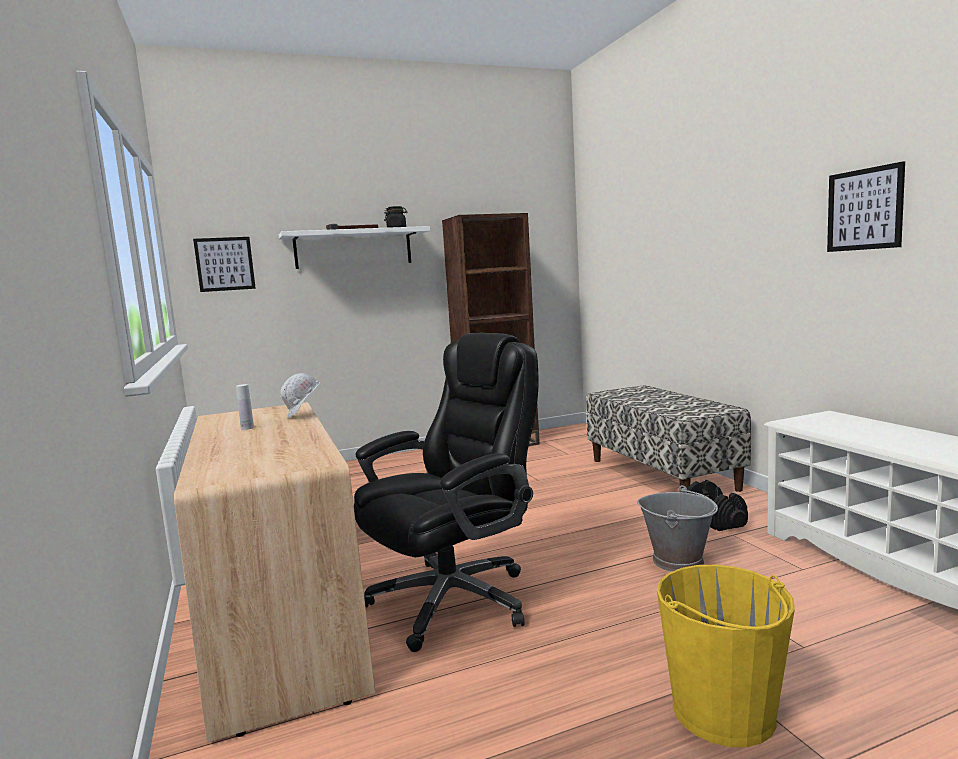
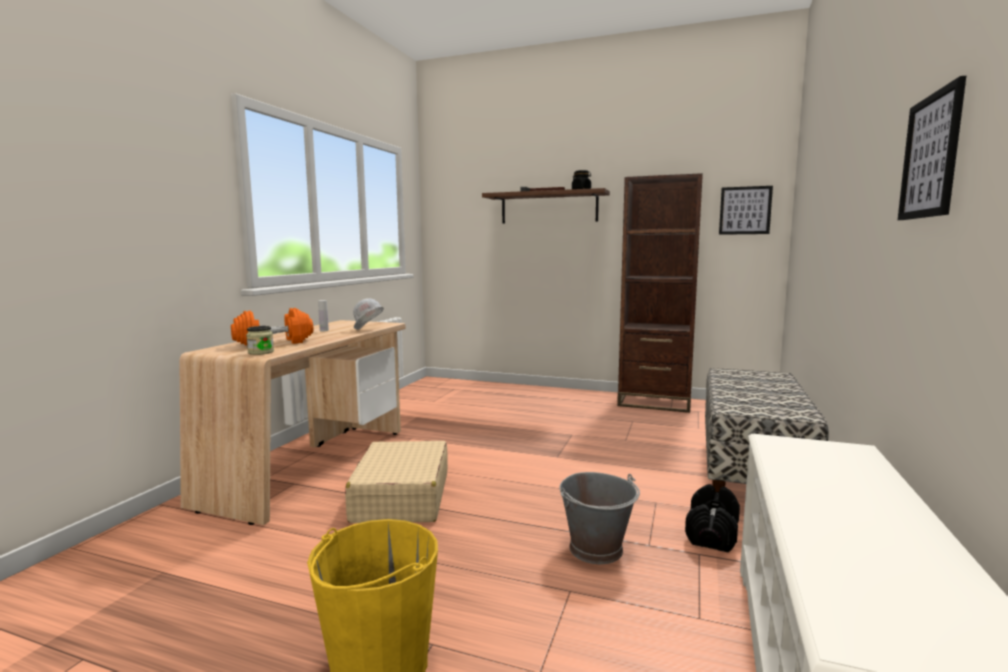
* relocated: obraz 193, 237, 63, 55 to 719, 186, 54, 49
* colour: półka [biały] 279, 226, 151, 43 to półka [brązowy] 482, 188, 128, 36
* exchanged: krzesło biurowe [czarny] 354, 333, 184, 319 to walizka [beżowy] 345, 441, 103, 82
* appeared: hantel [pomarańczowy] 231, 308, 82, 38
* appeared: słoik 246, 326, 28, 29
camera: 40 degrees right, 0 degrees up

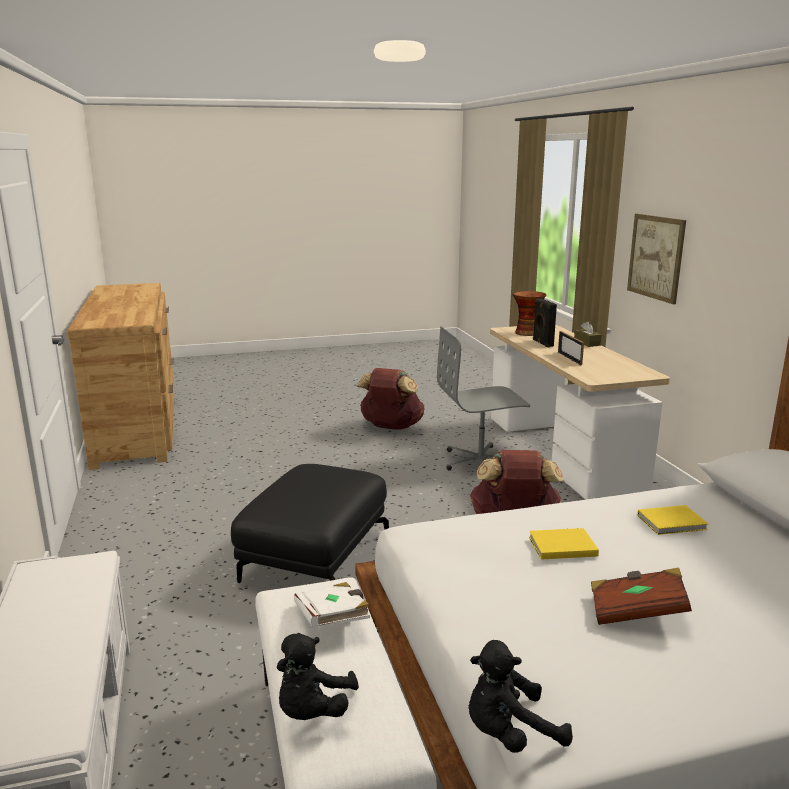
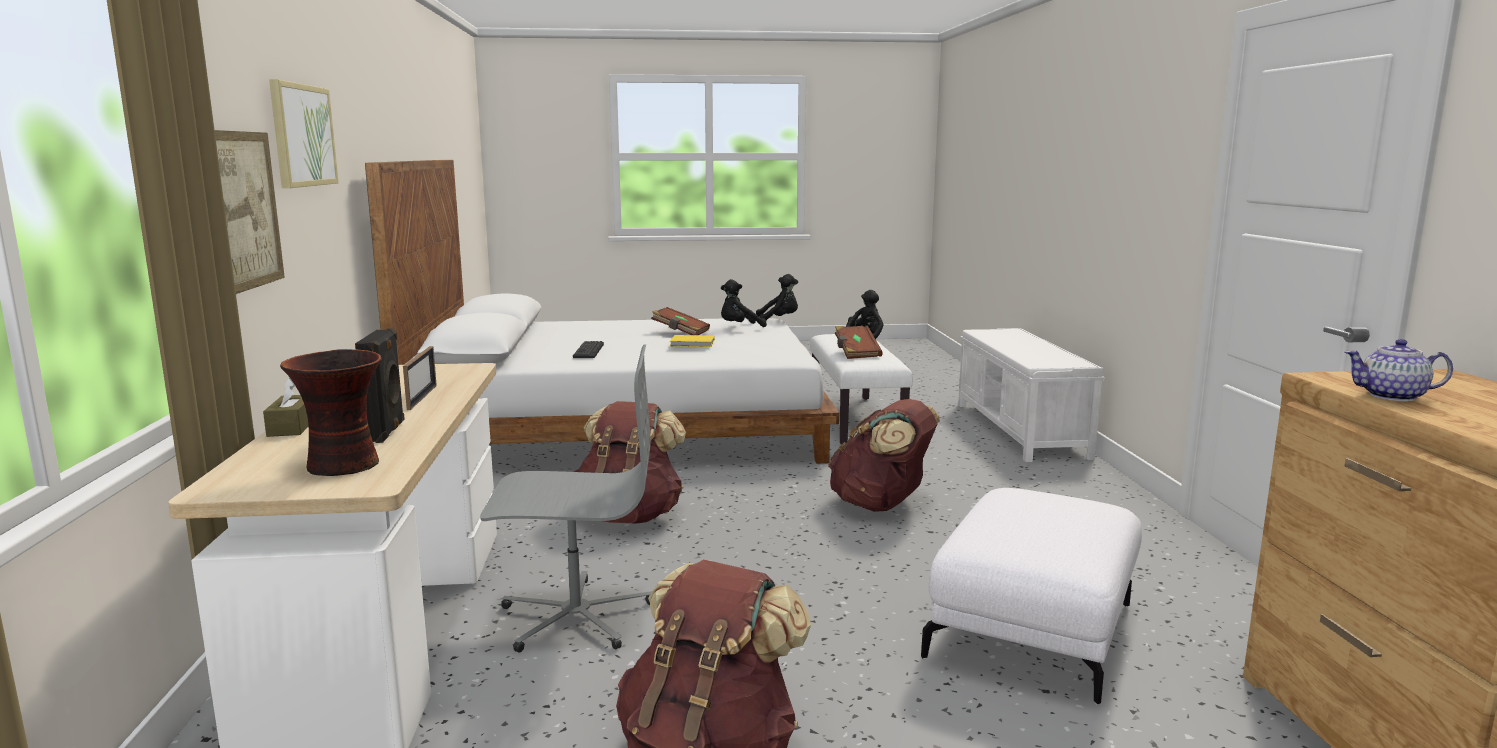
* exchanged: pufa [czarny] 231, 464, 158, 119 to plecak [brązowy] 828, 399, 112, 113
* colour: książka [biały] 294, 582, 76, 46 to książka [brązowy] 835, 326, 48, 33
* exchanged: książka [żółty] 637, 505, 71, 30 to klawiatura 573, 341, 31, 17
* appeared: obraz 269, 79, 70, 109
* appeared: pluszak [czarny] 721, 279, 46, 48
* appeared: pufa [biały] 921, 488, 221, 217
* appeared: imbryk 1345, 339, 108, 62
camera: 170 degrees left, 5 degrees down

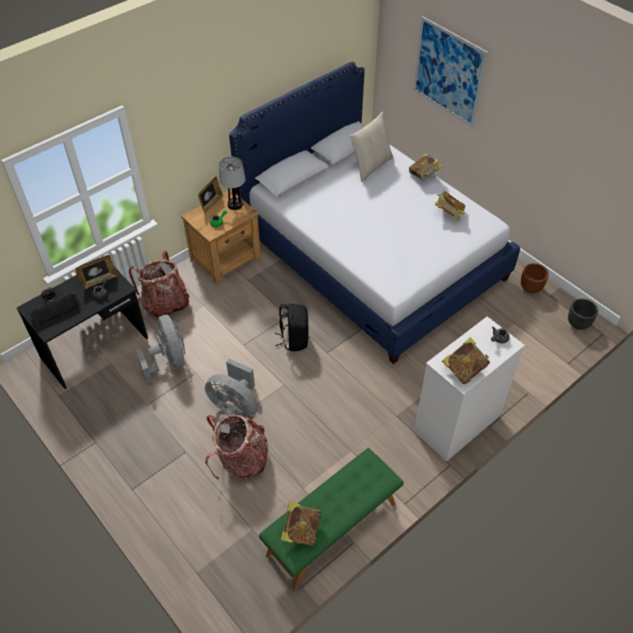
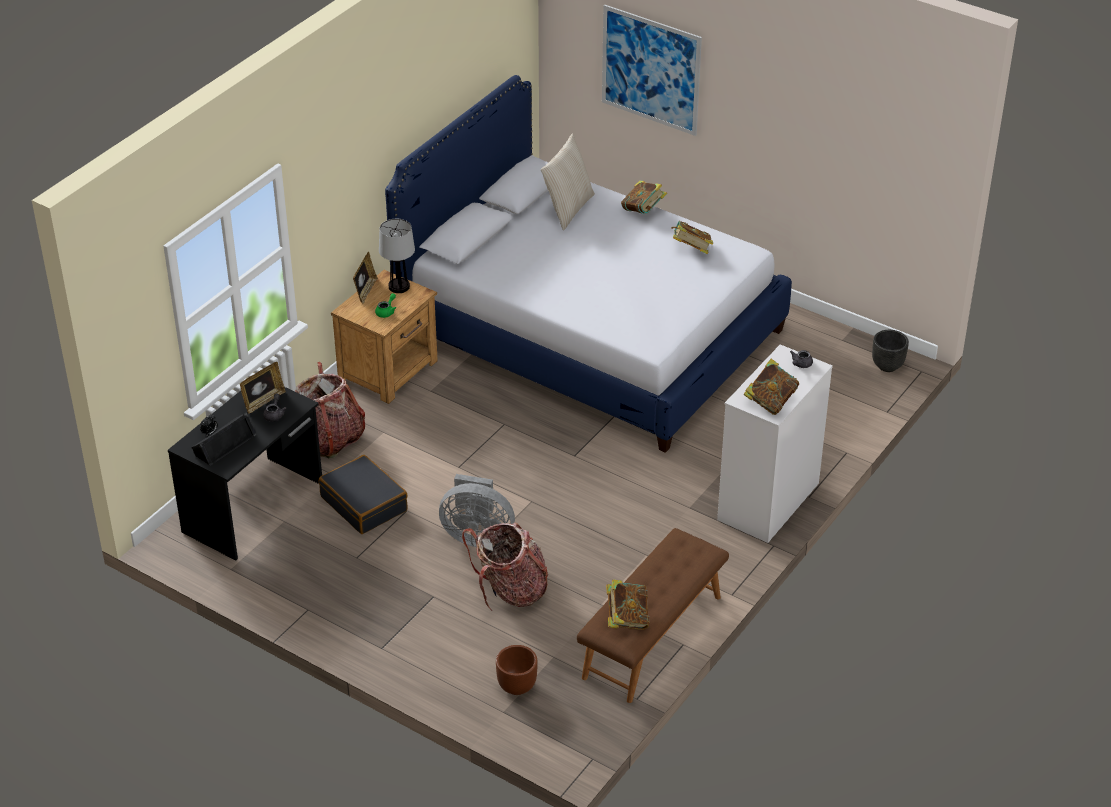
* exchanged: wentylator [szary] 135, 315, 51, 71 to walizka [czarny] 319, 455, 89, 79
* colour: ławka [zielony] 259, 448, 145, 142 to ławka [brązowy] 577, 528, 152, 175
* missing: plecak [czarny] 275, 304, 33, 47
* relocated: donica [brązowy] 521, 263, 28, 30 to 496, 645, 42, 50
camera: 15 degrees left, 10 degrees down

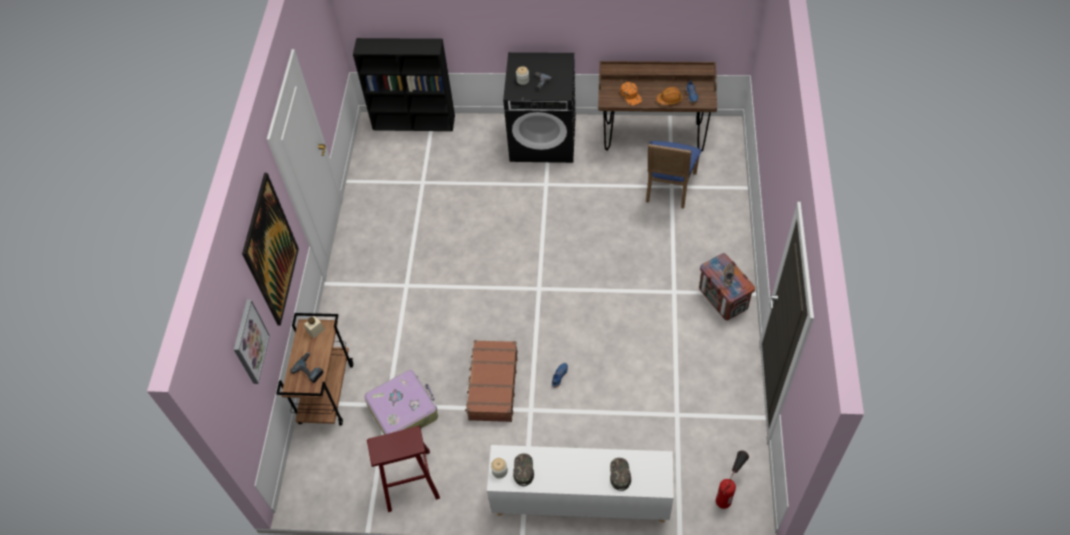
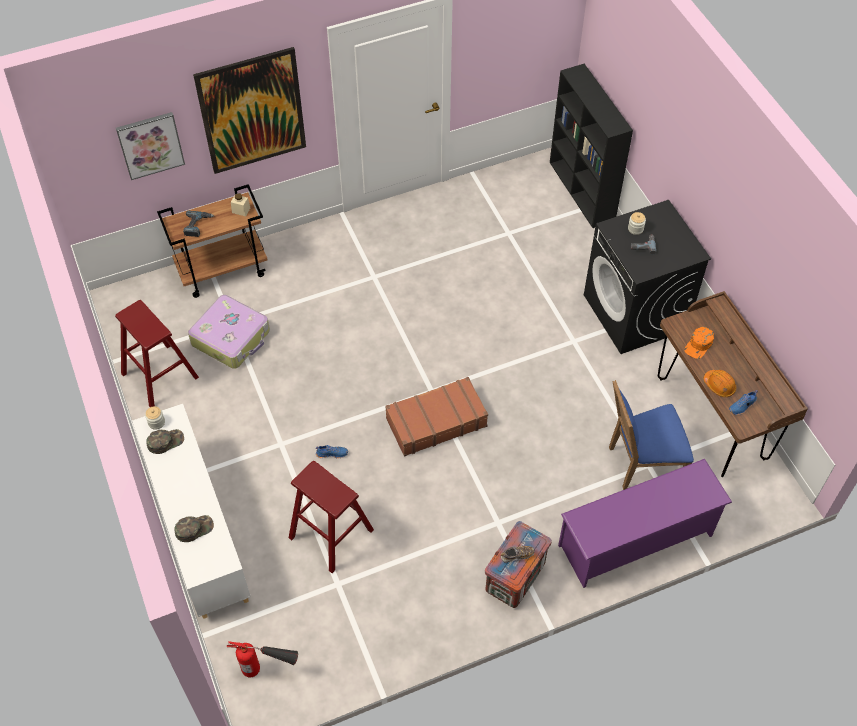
* relocated: walizka [brązowy] 465, 340, 53, 82 to 385, 377, 103, 80
* appeared: stołek [czerwony] 289, 461, 85, 112
* appeared: regał na buty [fioletowy] 558, 459, 174, 129
camera: 60 degrees right, 0 degrees up

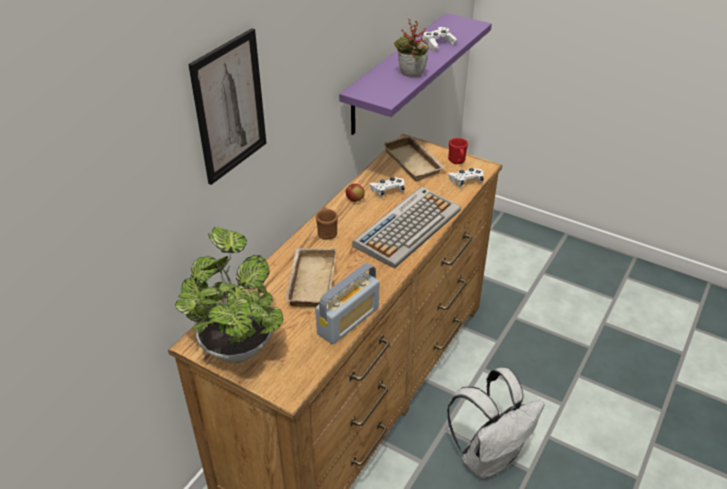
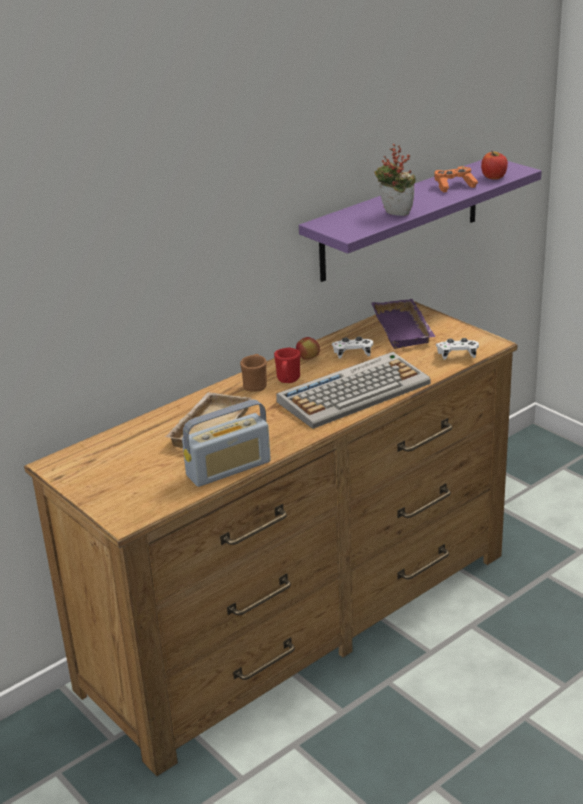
* missing: roślina doniczkowa 175, 227, 109, 136
* missing: obraz 188, 28, 79, 157
* colour: taca [beżowy] 382, 135, 63, 47 to taca [fioletowy] 372, 299, 64, 50
* colour: pad do gier [biały] 422, 27, 35, 24 to pad do gier [pomarańczowy] 434, 166, 44, 26
* missing: plecak [biały] 447, 368, 98, 110
* relocated: kubek [czerwony] 448, 138, 20, 26 to 274, 348, 26, 35
* appeared: jabłko 481, 151, 27, 28
camera: 20 degrees right, 10 degrees down

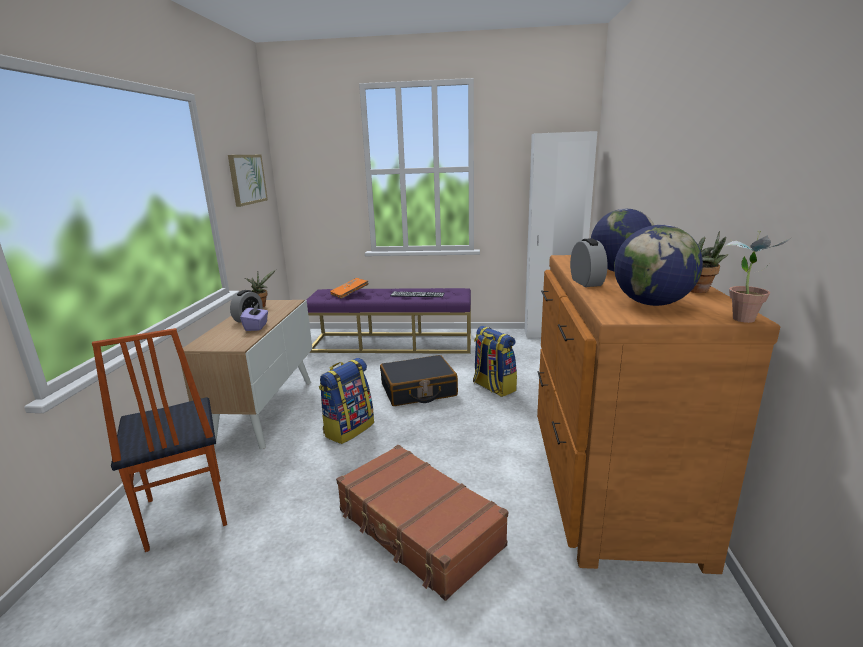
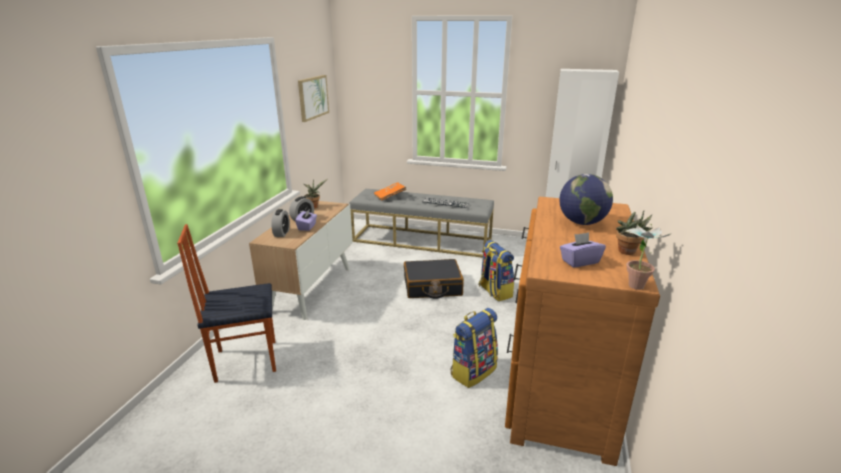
* spun: krzesło 92, 328, 135, 224 = 177, 224, 99, 159 90 degrees clockwise
* colour: ławka [fioletowy] 306, 288, 165, 66 to ławka [szary] 350, 189, 144, 69
* relocated: plecak 319, 358, 55, 86 to 451, 308, 47, 80
* missing: walizka [brązowy] 336, 445, 172, 156
* relocated: budzik 570, 238, 38, 49 to 271, 209, 19, 28
* exchanged: globus 614, 225, 89, 81 to pudełko chusteczek [fioletowy] 560, 232, 46, 36
camera: 10 degrees right, 5 degrees up

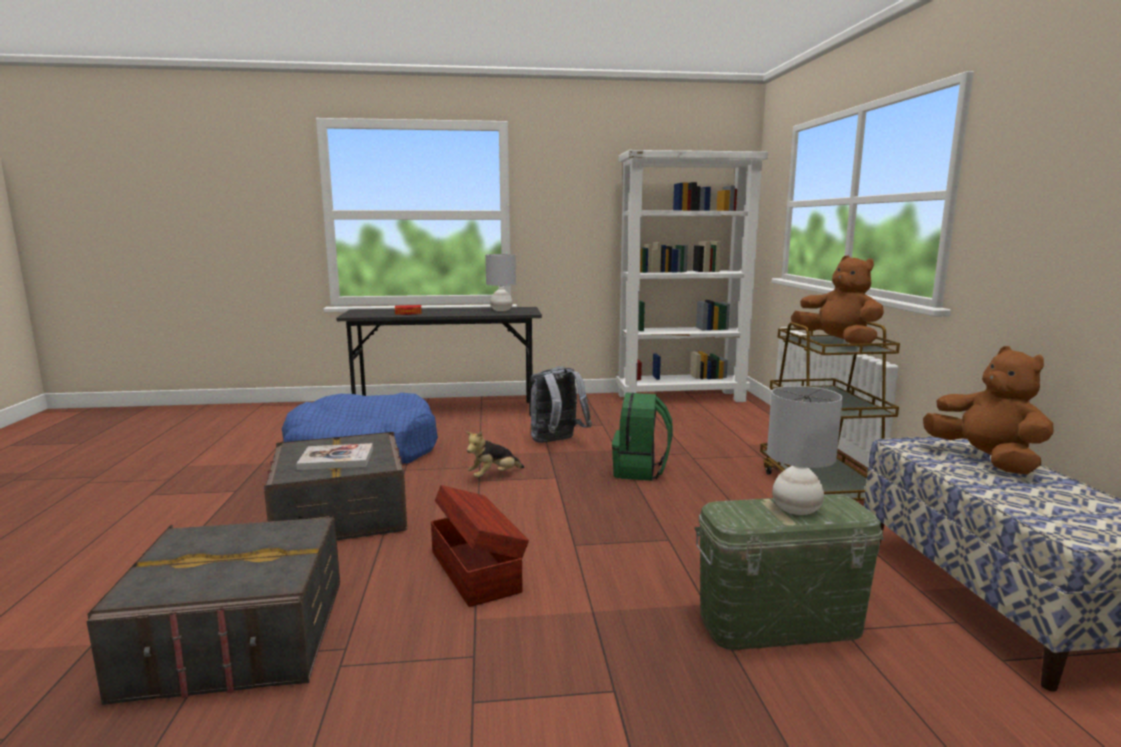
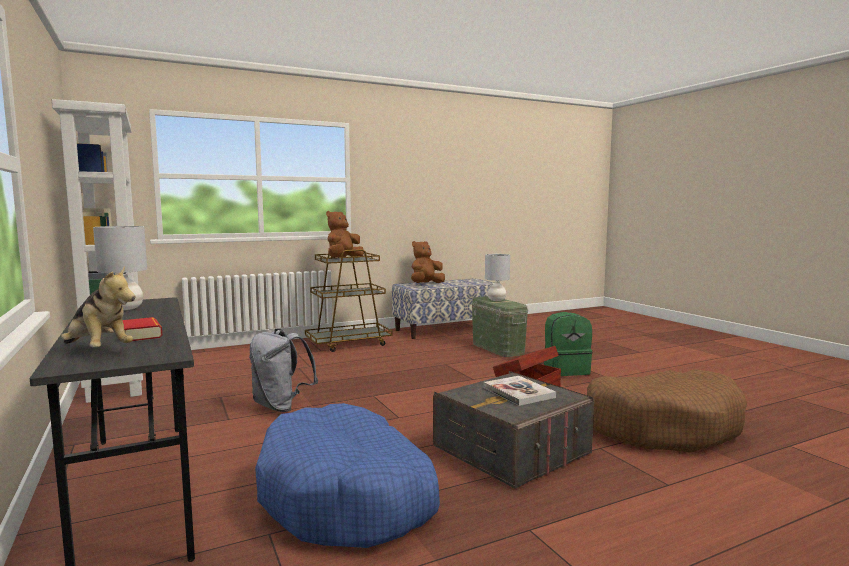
* exchanged: pojemnik do przechowywania [szary] 87, 515, 253, 190 to legowisko [brązowy] 587, 369, 160, 83
* relocated: pluszak 466, 431, 58, 47 to 61, 266, 74, 82
* relocated: plecak [zielony] 612, 393, 61, 88 to 544, 312, 48, 64
camera: 110 degrees left, 5 degrees down

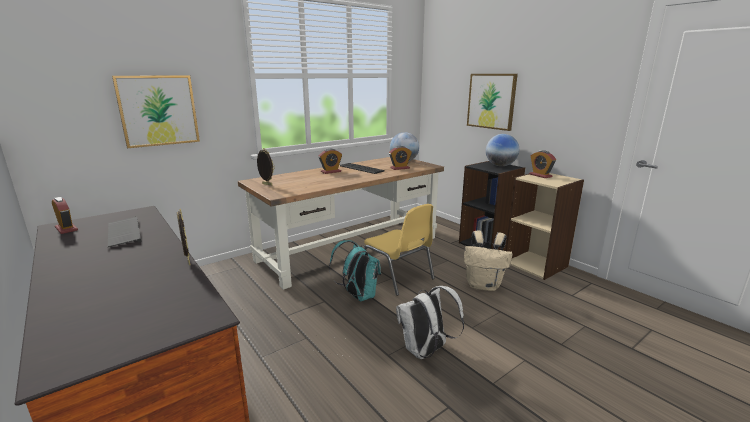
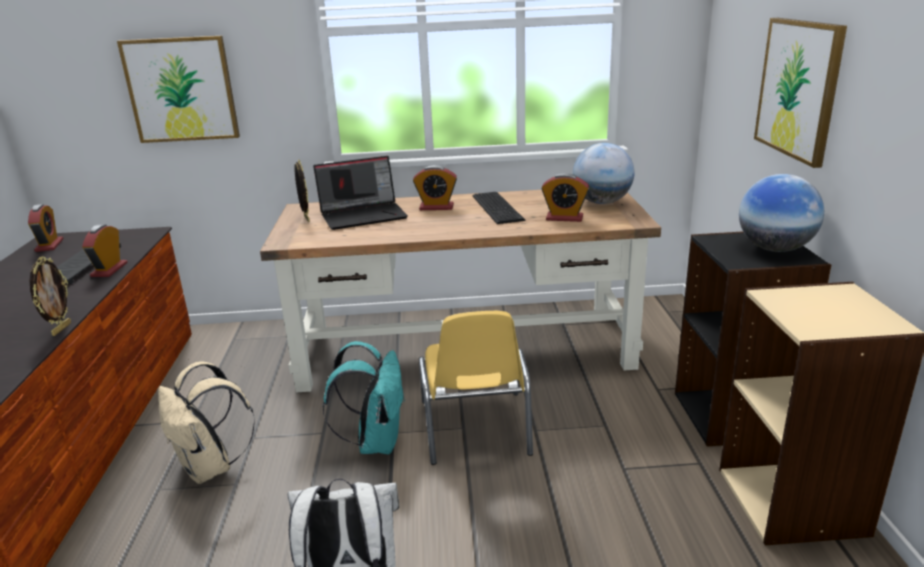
* relocated: plecak [beżowy] 464, 230, 49, 61 to 158, 361, 97, 123
* relocated: budzik 529, 150, 27, 28 to 82, 224, 46, 53
* appeared: laptop 313, 156, 95, 74
camera: 35 degrees right, 5 degrees up

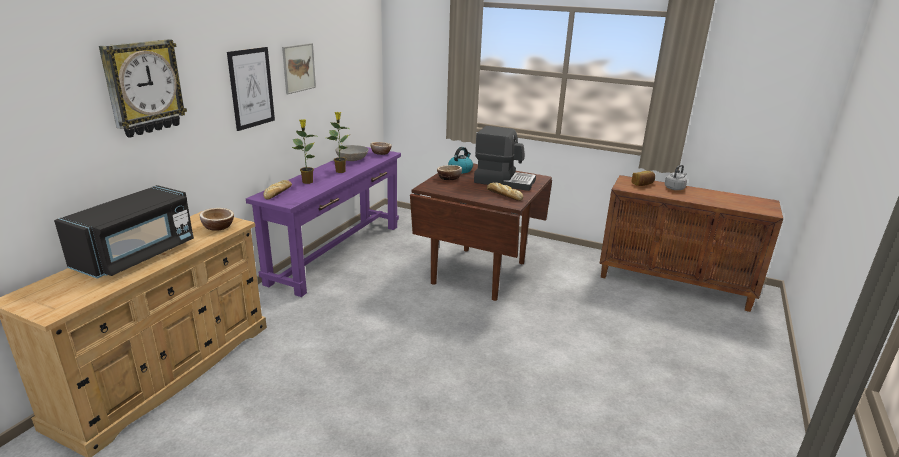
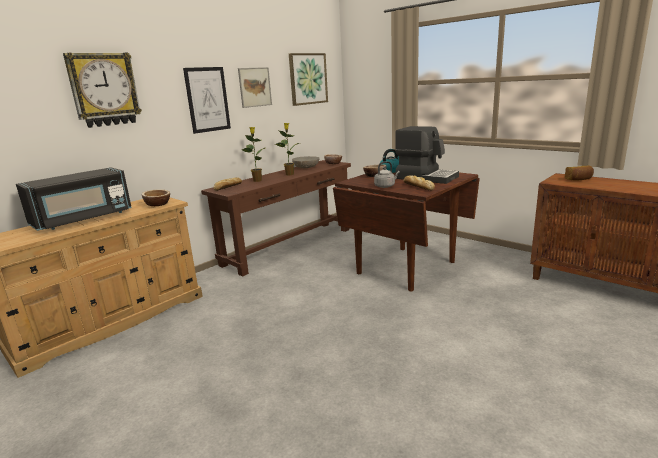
* colour: stolik konsolowy [fioletowy] 246, 147, 155, 150 to stolik konsolowy [brązowy] 201, 160, 150, 116
* relocated: czajnik [szary] 665, 165, 22, 25 to 374, 161, 26, 27
* appeared: obraz 289, 53, 39, 53
camera: 20 degrees right, 5 degrees down

